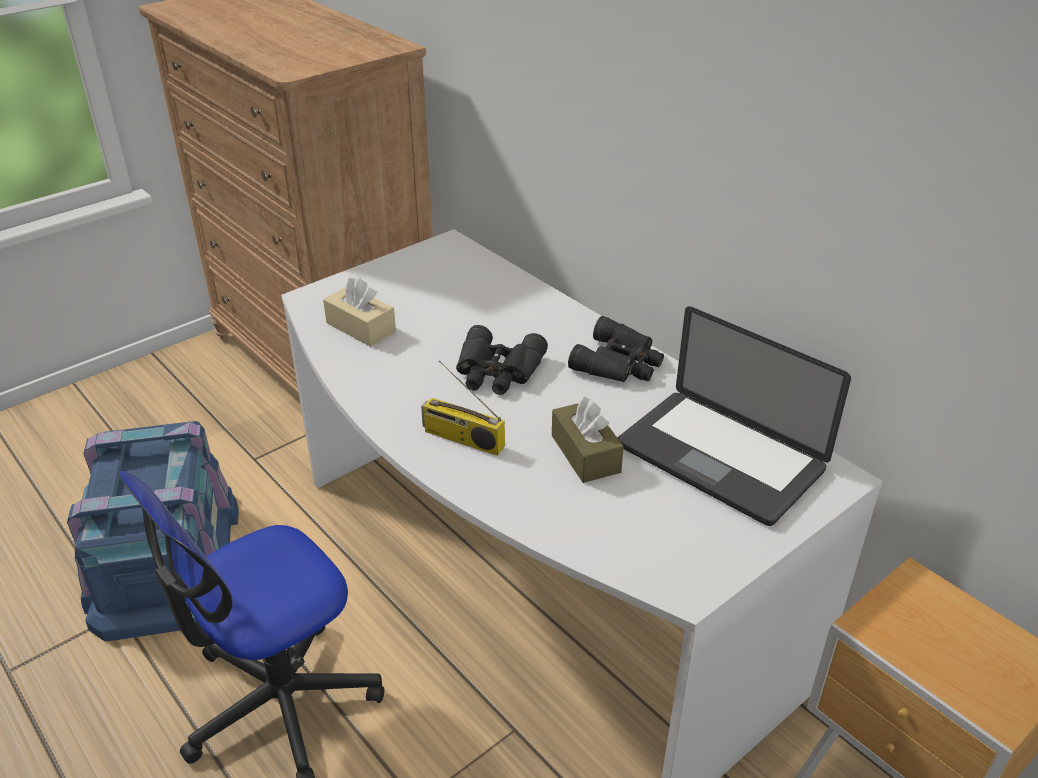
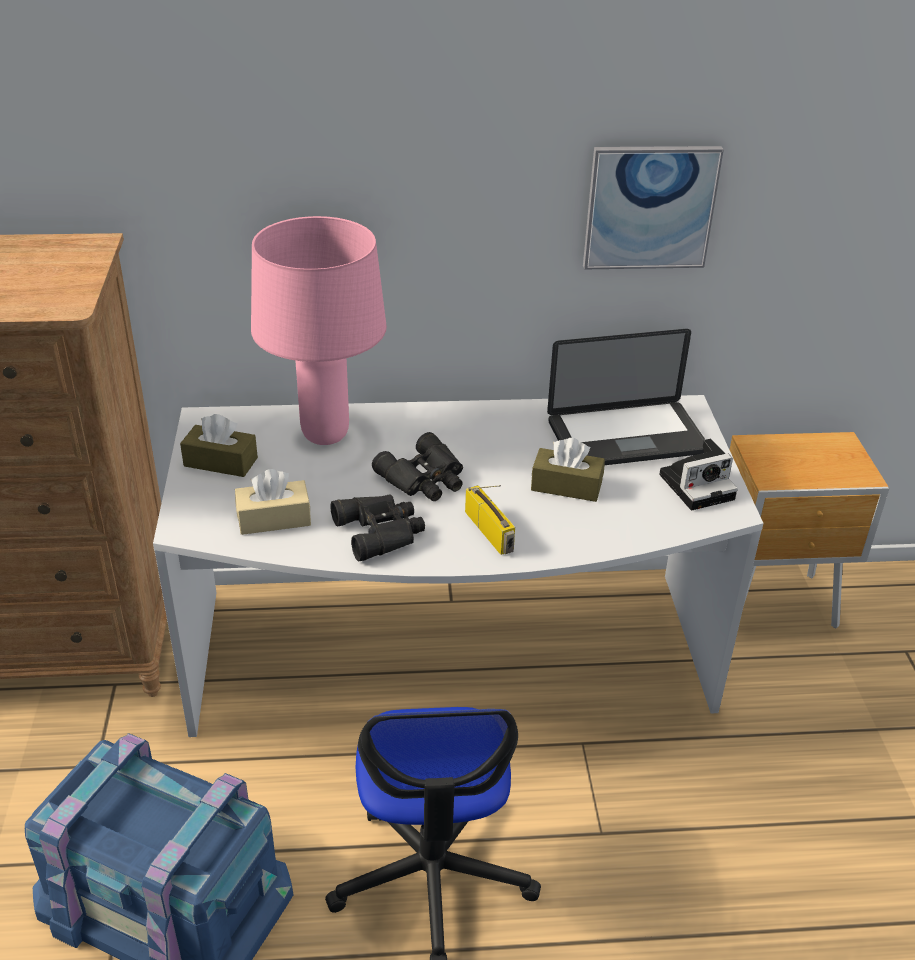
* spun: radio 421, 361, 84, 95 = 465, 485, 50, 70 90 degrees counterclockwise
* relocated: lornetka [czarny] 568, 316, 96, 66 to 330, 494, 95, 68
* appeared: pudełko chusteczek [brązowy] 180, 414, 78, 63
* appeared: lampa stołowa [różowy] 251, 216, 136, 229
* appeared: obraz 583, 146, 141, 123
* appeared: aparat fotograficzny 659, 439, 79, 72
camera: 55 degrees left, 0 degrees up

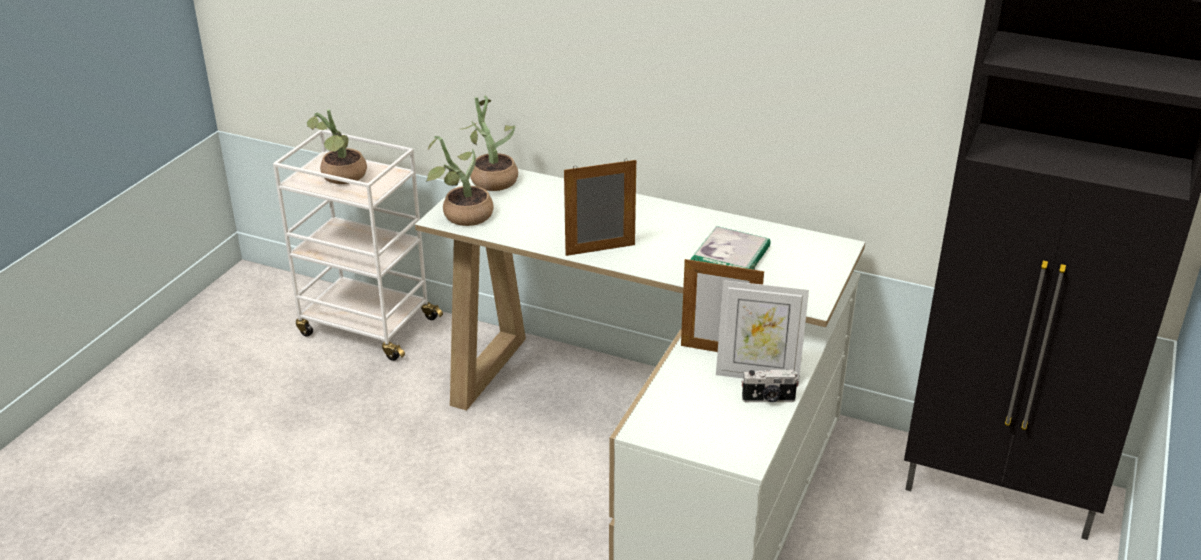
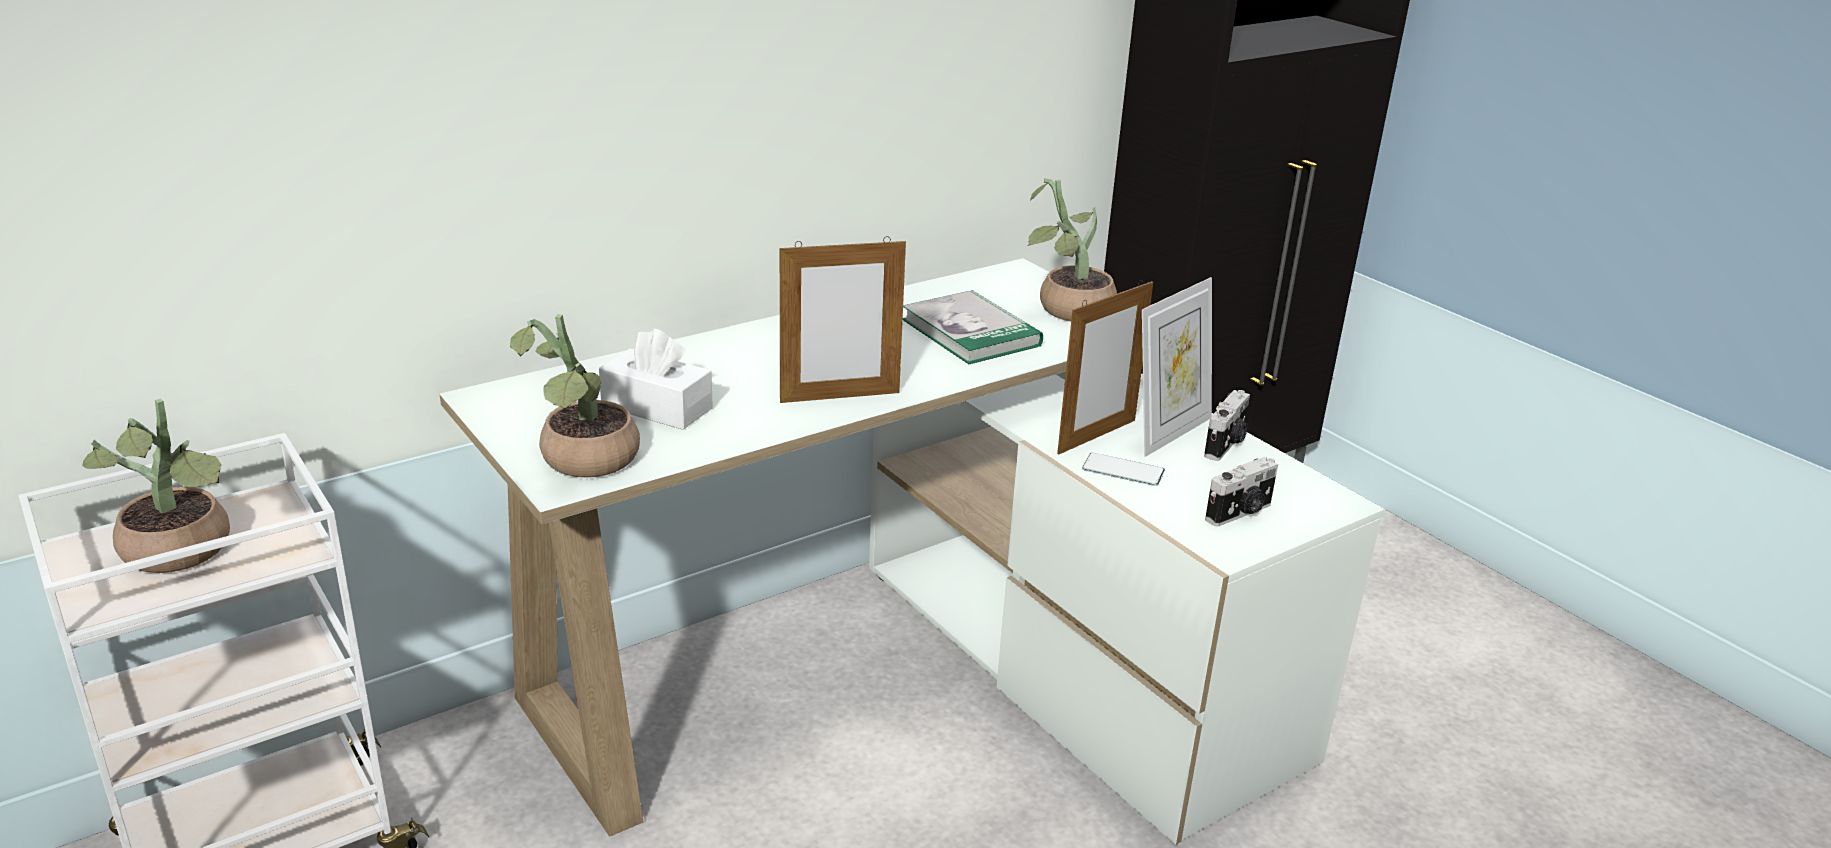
* relocated: roślina doniczkowa 462, 95, 56, 96 to 1028, 178, 89, 144
* spun: ramka na zdjęcie 564, 159, 72, 97 = 780, 236, 126, 167 120 degrees counterclockwise
* appeared: pudełko chusteczek [biały] 599, 329, 114, 101
* appeared: telefon 1082, 453, 83, 33
* appeared: aparat fotograficzny 1205, 457, 73, 69
camera: 60 degrees left, 5 degrees down

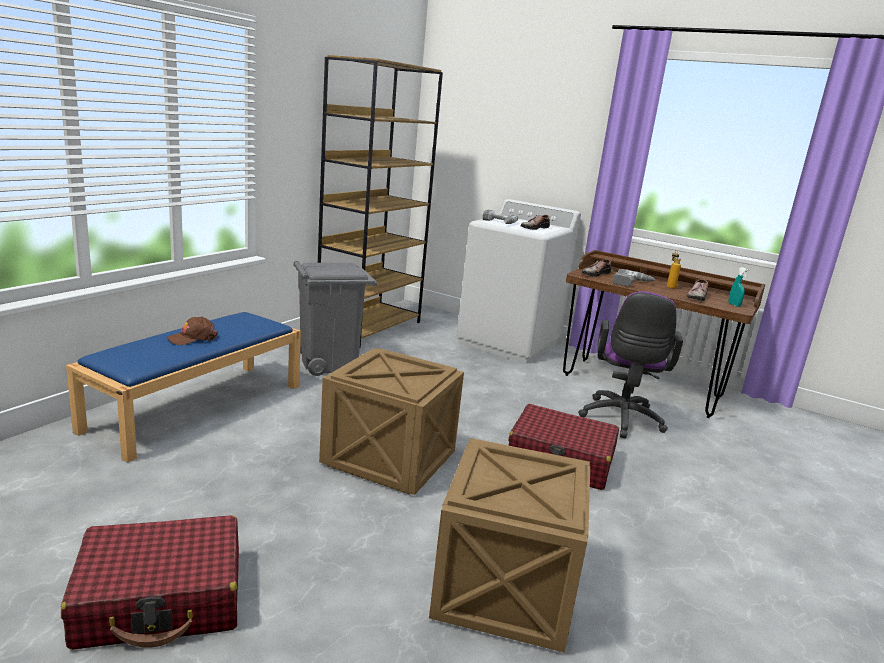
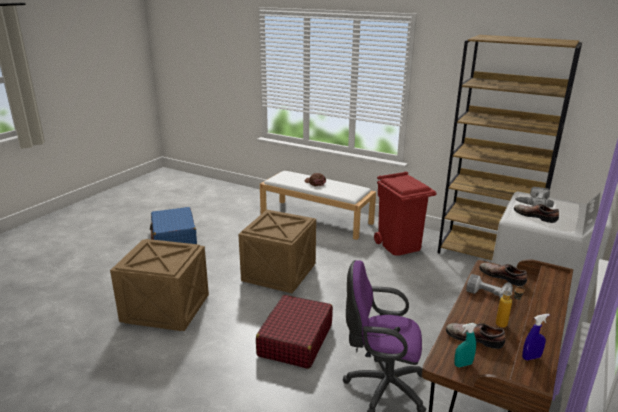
* colour: walizka [czerwony] 61, 515, 178, 135 to walizka [niebieski] 150, 207, 47, 37
* colour: ławka [niebieski] 66, 312, 235, 150 to ławka [biały] 260, 171, 116, 69
* colour: kosz na śmieci [szary] 293, 261, 84, 115 to kosz na śmieci [czerwony] 374, 172, 63, 84
* appeared: spryskiwacz [niebieski] 522, 314, 28, 46
camera: 90 degrees right, 5 degrees up

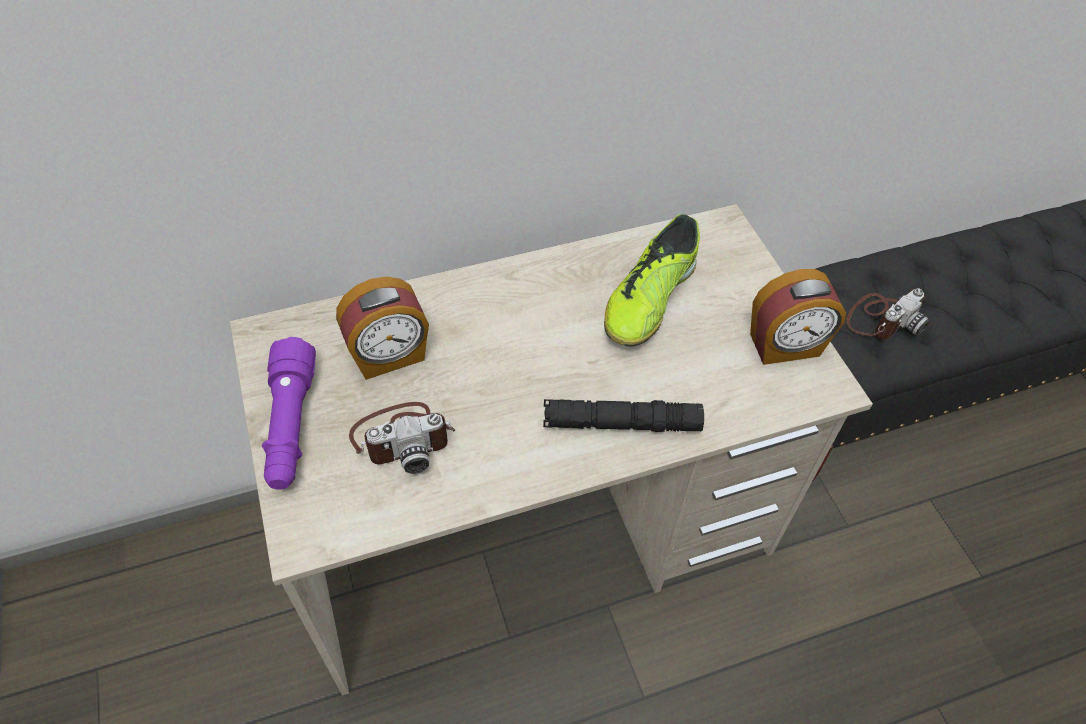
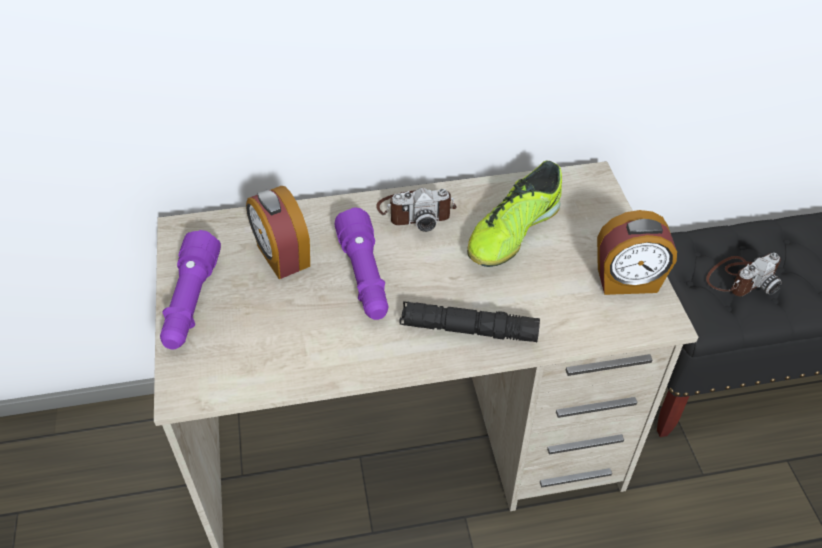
* spun: budzik 336, 276, 93, 104 = 246, 186, 64, 93 75 degrees clockwise
* relocated: aparat fotograficzny 349, 402, 106, 72 to 376, 188, 81, 44
* appeared: latarka [fioletowy] 334, 208, 55, 112
camera: 10 degrees right, 5 degrees down

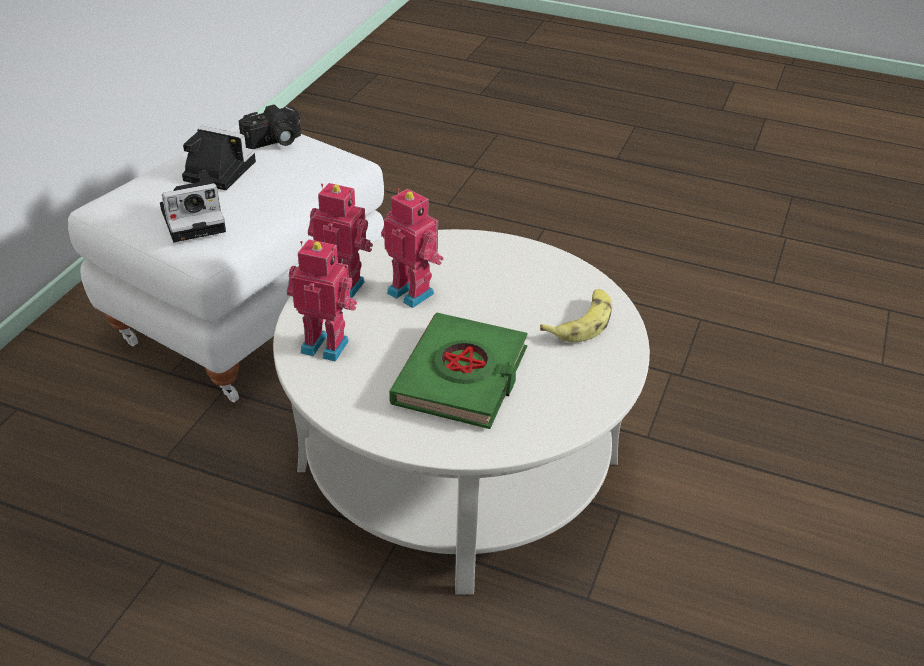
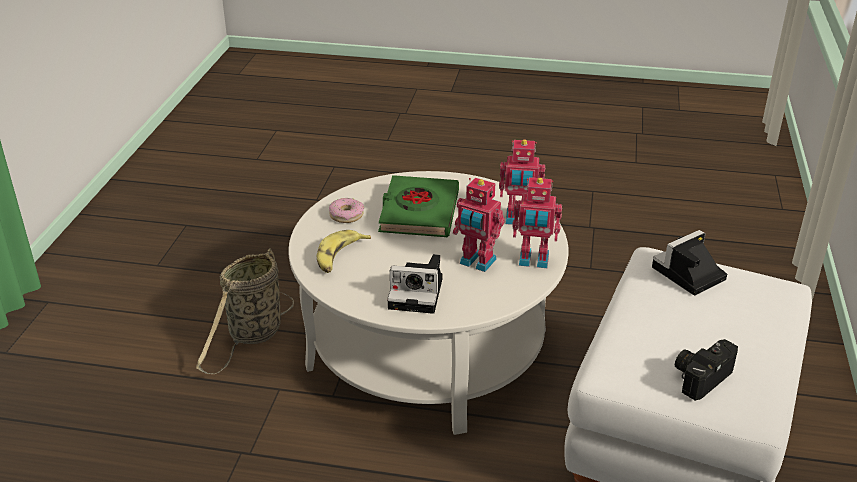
* relocated: aparat fotograficzny 182, 126, 74, 64 to 387, 254, 55, 60
* appeared: koszyk 196, 248, 98, 126
* appeared: donut 329, 198, 35, 25
camera: 170 degrees right, 5 degrees down

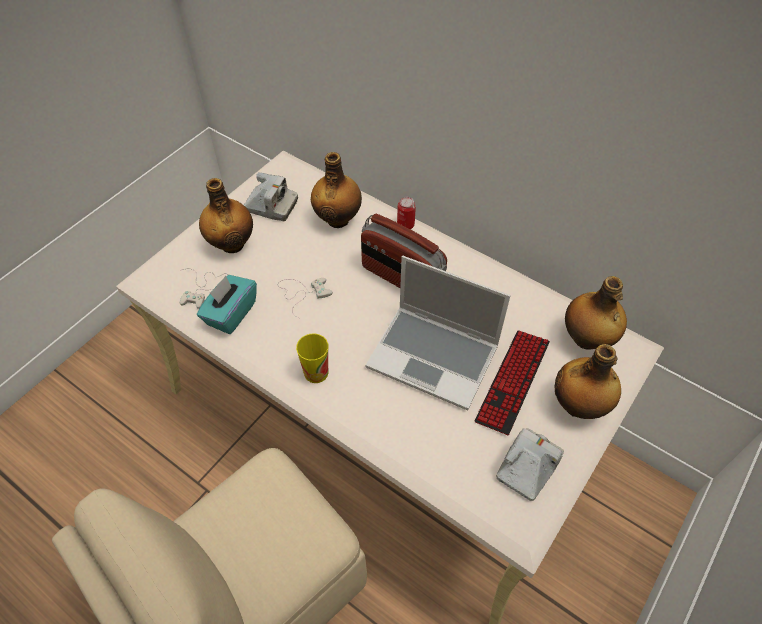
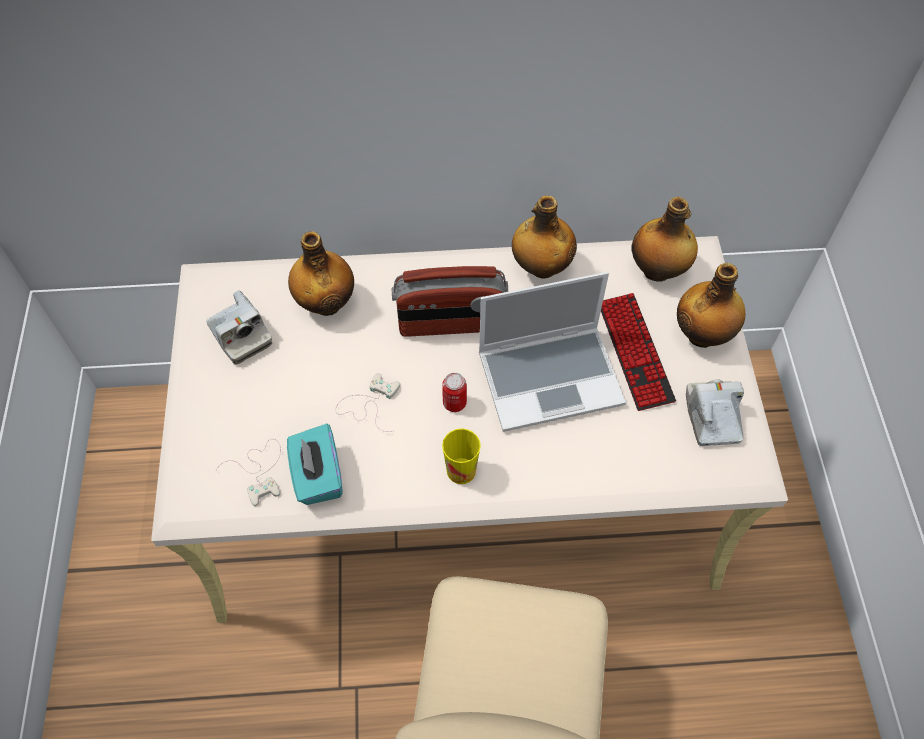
* relocated: butelka 199, 178, 54, 75 to 512, 195, 65, 84
* spun: aparat fotograficzny 244, 172, 54, 49 = 206, 290, 66, 75 75 degrees clockwise
* relocated: puszka 397, 197, 19, 32 to 442, 373, 25, 39
camera: 40 degrees left, 5 degrees up

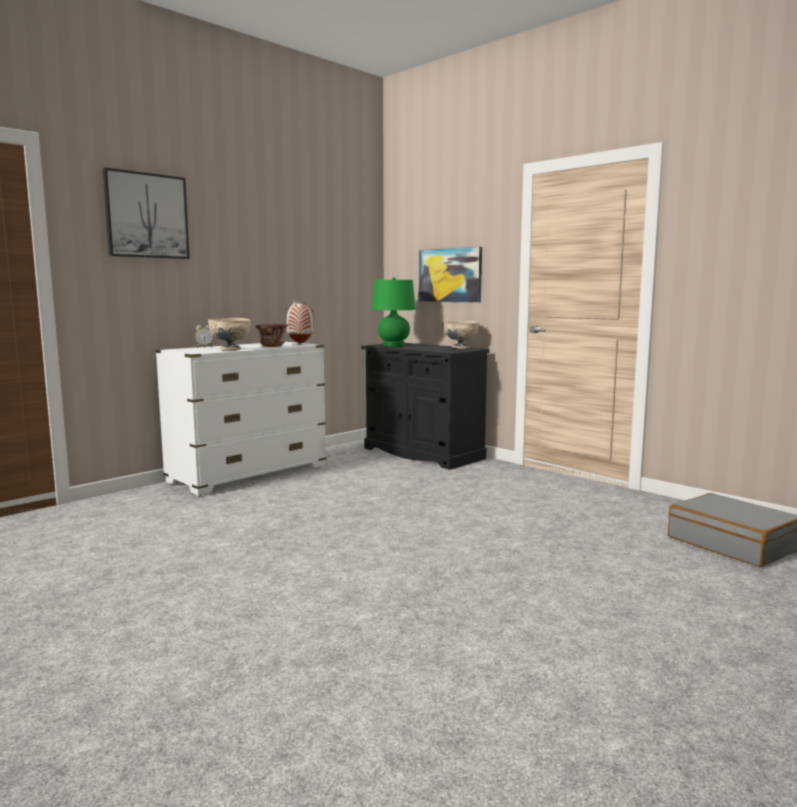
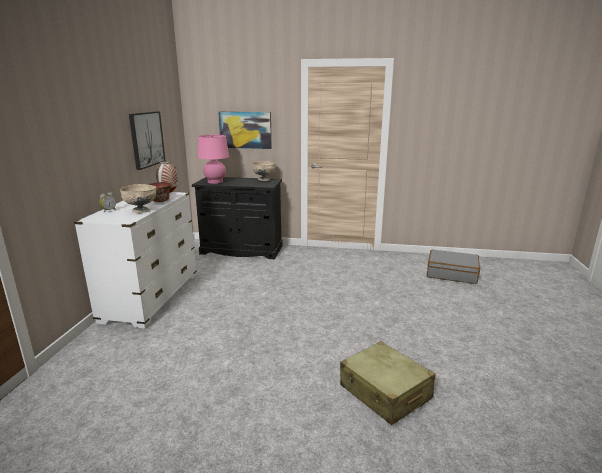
* relocated: obraz 102, 168, 88, 91 to 129, 111, 37, 59
* colour: lampa stołowa [zielony] 372, 277, 44, 70 to lampa stołowa [różowy] 198, 134, 31, 50
* appeared: walizka [beżowy] 340, 341, 95, 84
camera: 35 degrees left, 10 degrees up

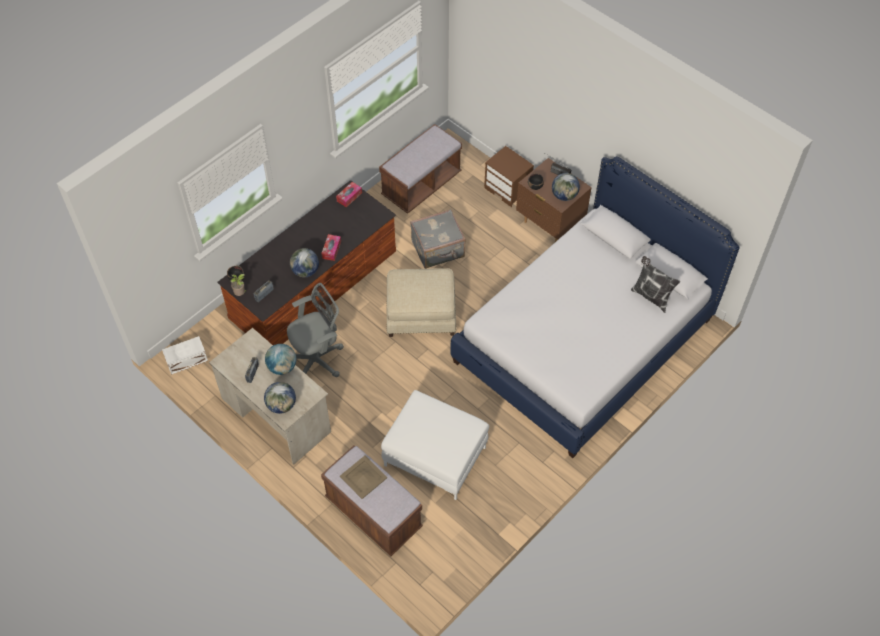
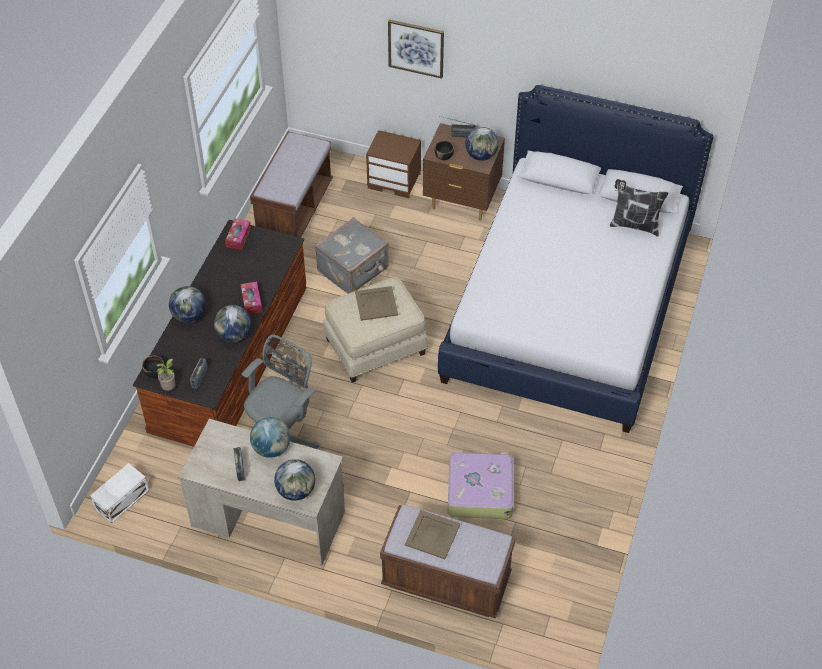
* exchanged: pufa [biały] 381, 390, 108, 110 to walizka 448, 451, 66, 68
* appeared: globus 169, 286, 37, 37
* appeared: taca [beżowy] 355, 286, 43, 35
* appeared: obraz 388, 19, 56, 60
camera: 25 degrees left, 5 degrees down

